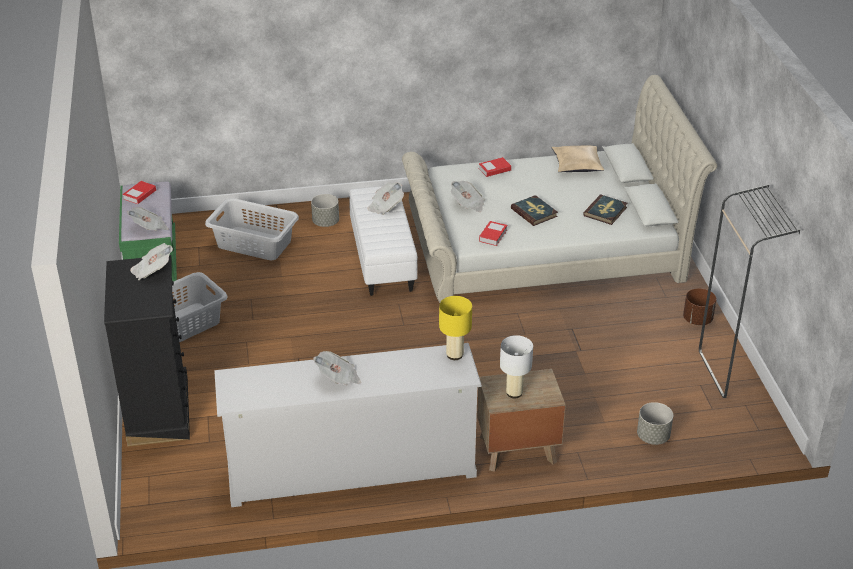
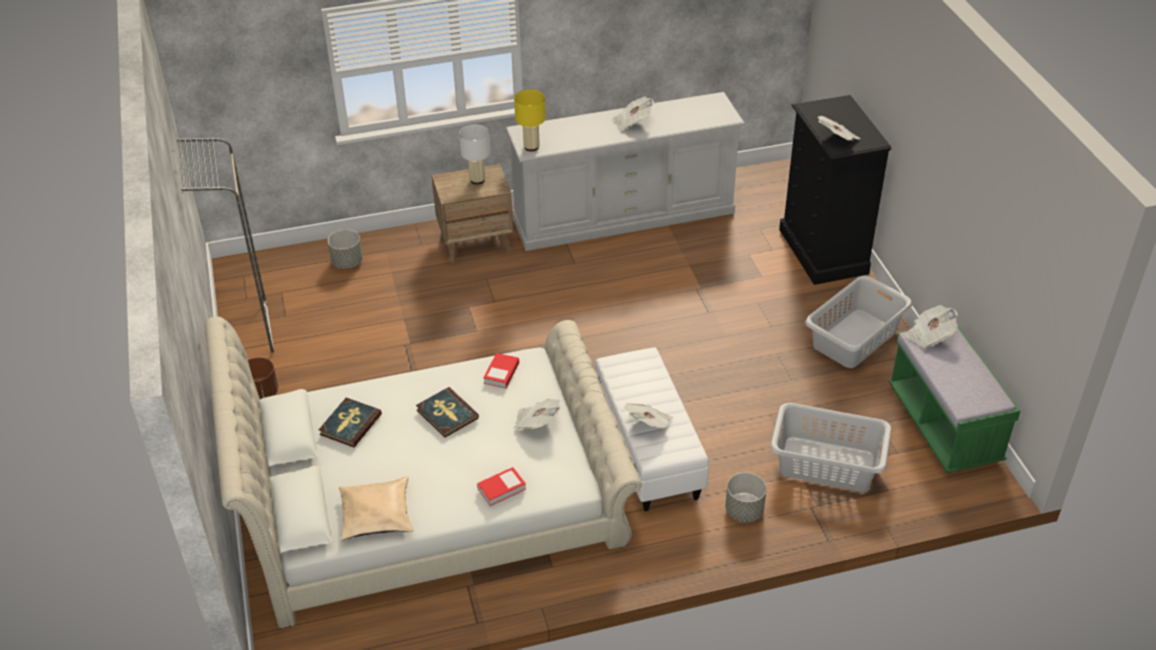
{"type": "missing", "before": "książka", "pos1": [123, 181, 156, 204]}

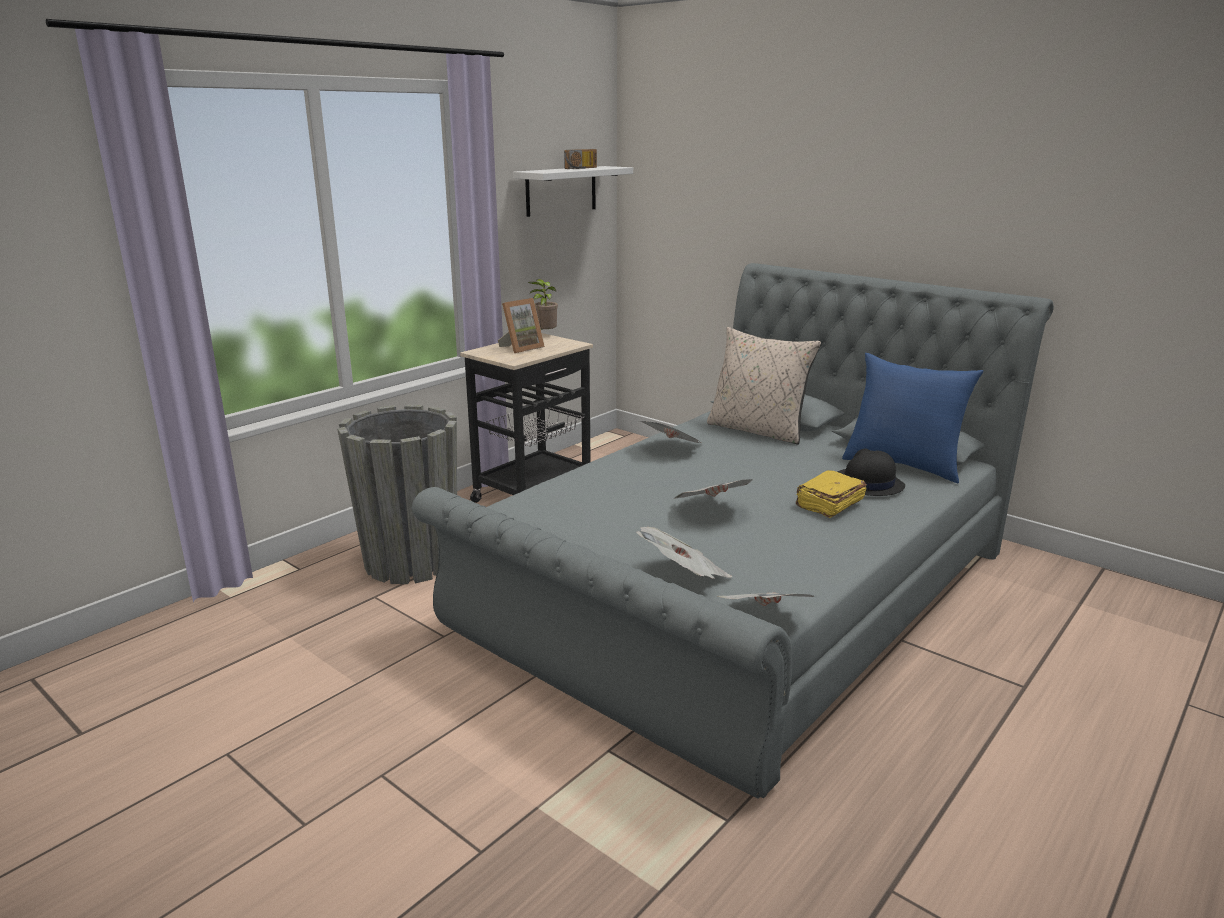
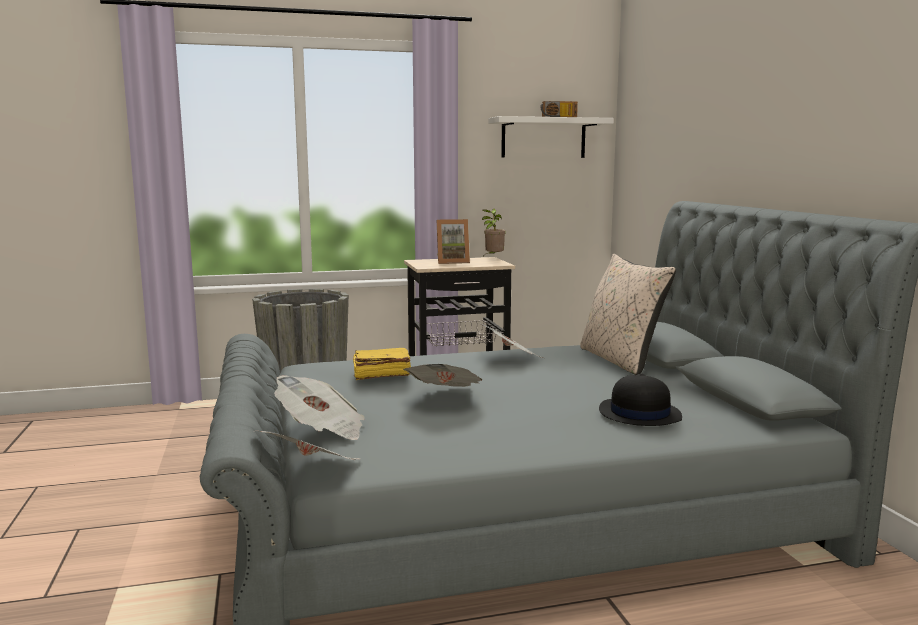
{"type": "relocated", "before": "książka (żółty)", "pos1": [796, 470, 867, 518], "pos2": [353, 348, 411, 380]}
{"type": "missing", "before": "poduszka (niebieski)", "pos1": [842, 353, 984, 483]}

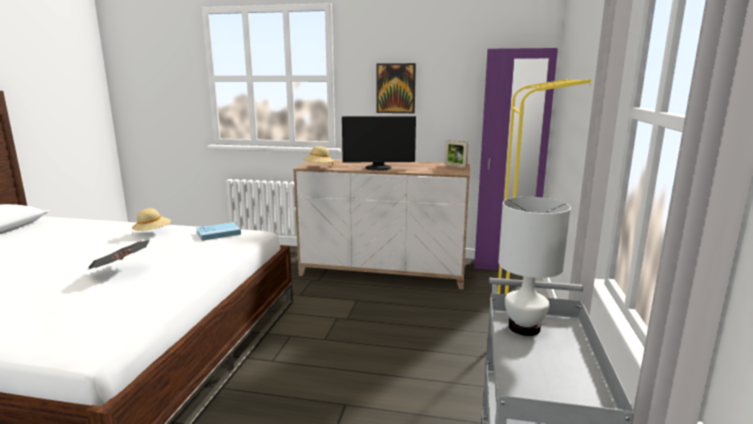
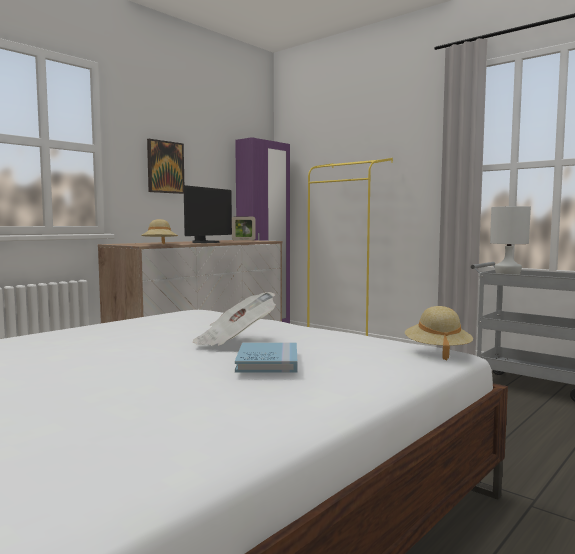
{"type": "relocated", "before": "książka (niebieski)", "pos1": [196, 222, 241, 241], "pos2": [235, 342, 298, 373]}
{"type": "relocated", "before": "kapelusz (beżowy)", "pos1": [132, 208, 171, 233], "pos2": [405, 306, 473, 360]}

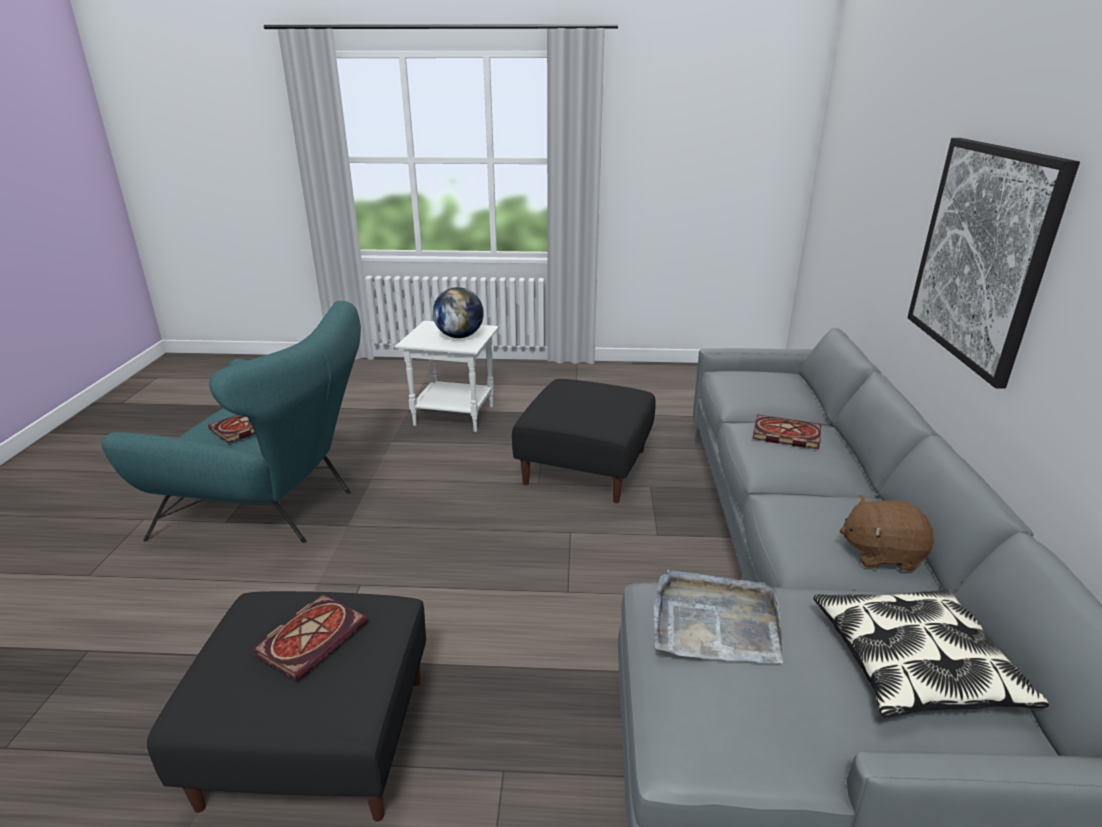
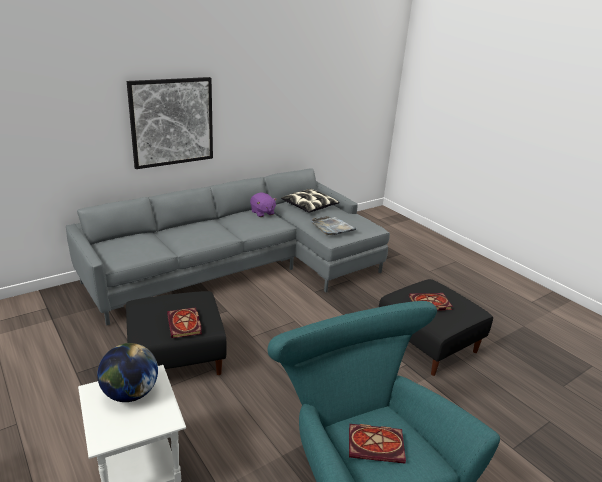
{"type": "relocated", "before": "książka", "pos1": [752, 414, 821, 449], "pos2": [167, 307, 202, 338]}
{"type": "colour", "before": "pluszak (brązowy)", "after": "pluszak (fioletowy)", "pos1": [840, 495, 934, 571], "pos2": [250, 193, 277, 217]}

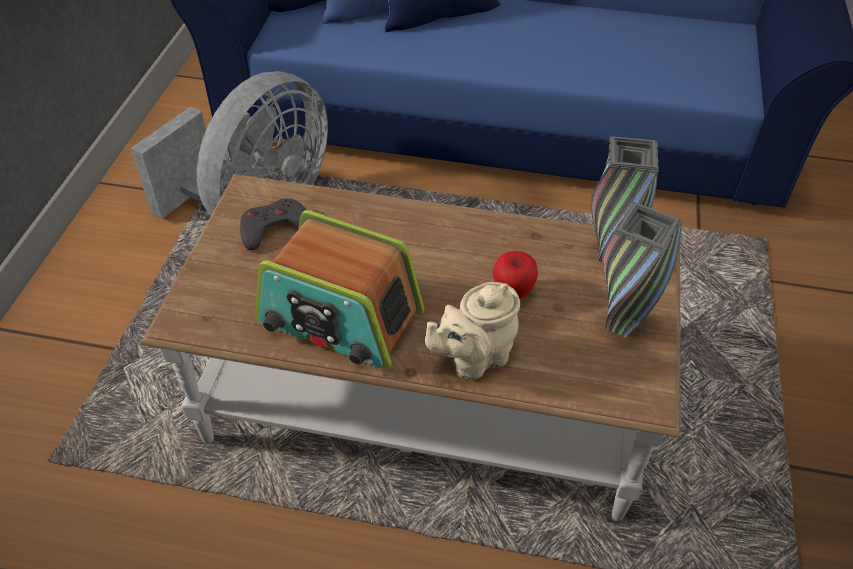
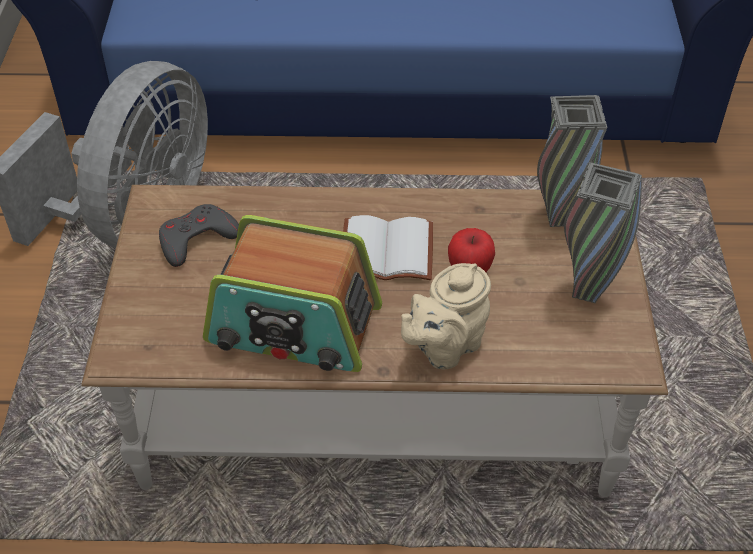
{"type": "appeared", "after": "książka (biały)", "pos2": [343, 215, 433, 280]}

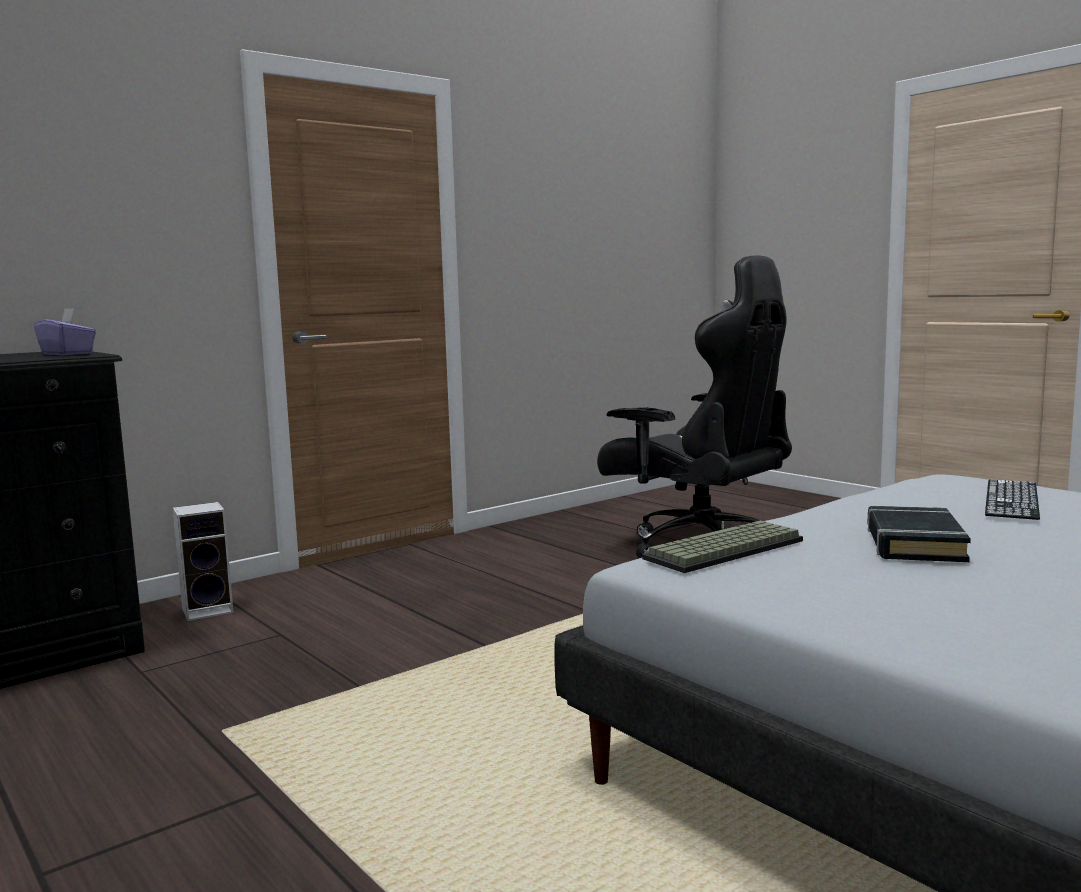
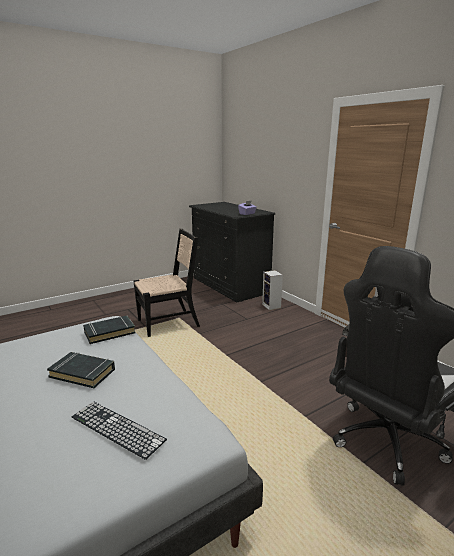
{"type": "exchanged", "before": "klawiatura", "after": "książka (czarny)", "pos1": [642, 521, 803, 573], "pos2": [83, 316, 136, 344]}
{"type": "appeared", "after": "krzesło", "pos2": [134, 229, 200, 337]}

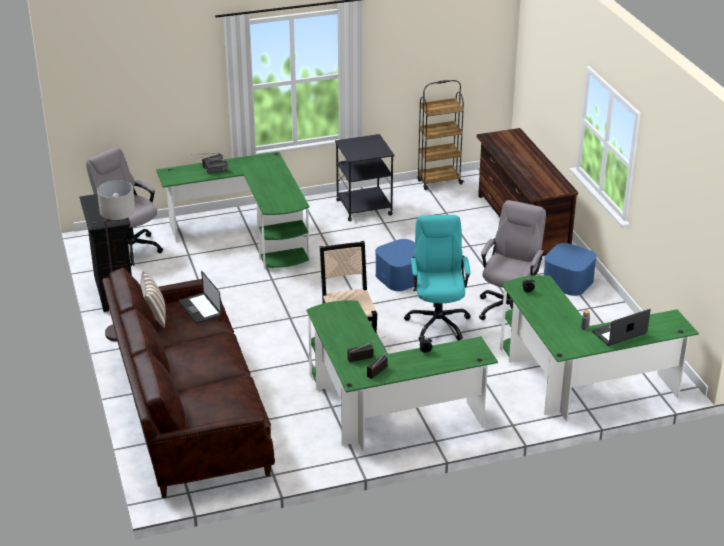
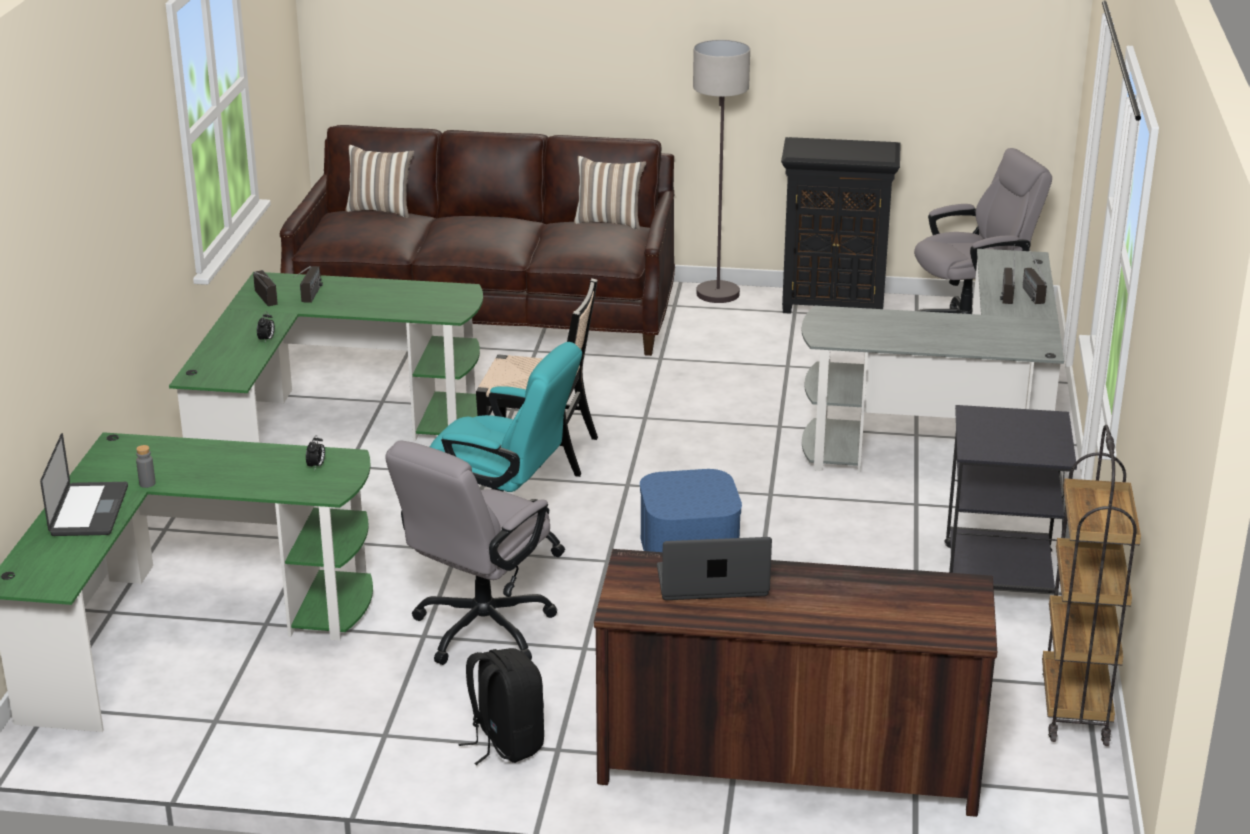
{"type": "appeared", "after": "poduszka", "pos2": [345, 145, 414, 218]}
{"type": "spun", "before": "krzesło biurowe (szary)", "pos1": [479, 200, 546, 320], "pos2": [385, 441, 558, 665], "turn": 75}
{"type": "exchanged", "before": "pojemnik do przechowywania (niebieski)", "after": "plecak (czarny)", "pos1": [544, 243, 597, 296], "pos2": [458, 648, 544, 765]}
{"type": "relocated", "before": "laptop", "pos1": [179, 271, 222, 324], "pos2": [657, 537, 772, 600]}
{"type": "colour", "before": "biurko (zielony)", "after": "biurko (szary)", "pos1": [156, 152, 310, 270], "pos2": [802, 249, 1064, 474]}

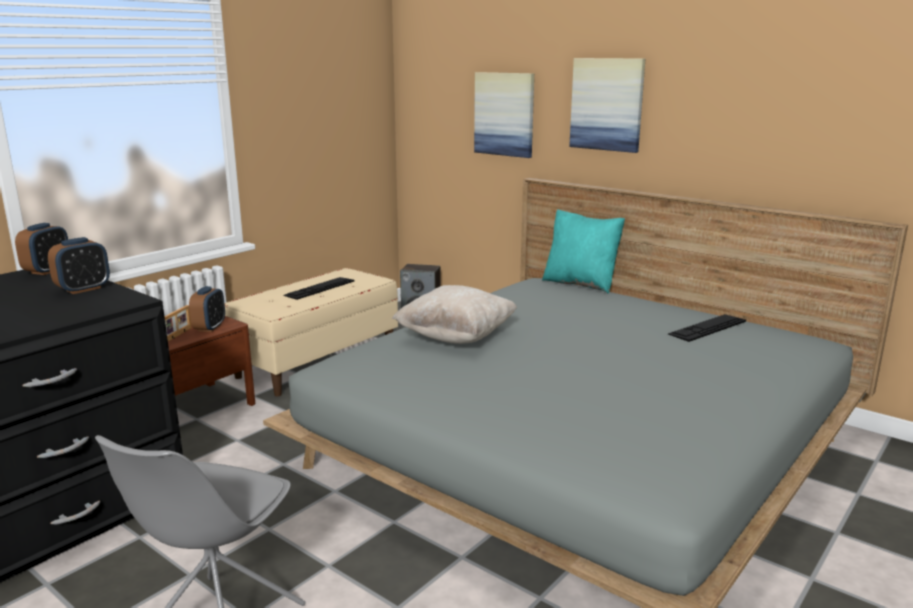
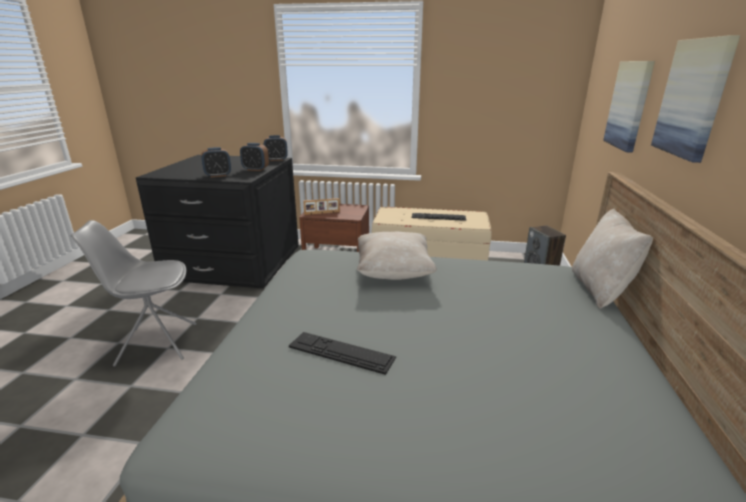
{"type": "relocated", "before": "budzik", "pos1": [189, 286, 225, 332], "pos2": [201, 147, 231, 177]}
{"type": "relocated", "before": "klawiatura", "pos1": [668, 314, 746, 342], "pos2": [289, 332, 396, 375]}
{"type": "colour", "before": "poduszka (turkusowy)", "after": "poduszka (beżowy)", "pos1": [542, 209, 625, 294], "pos2": [572, 209, 653, 309]}

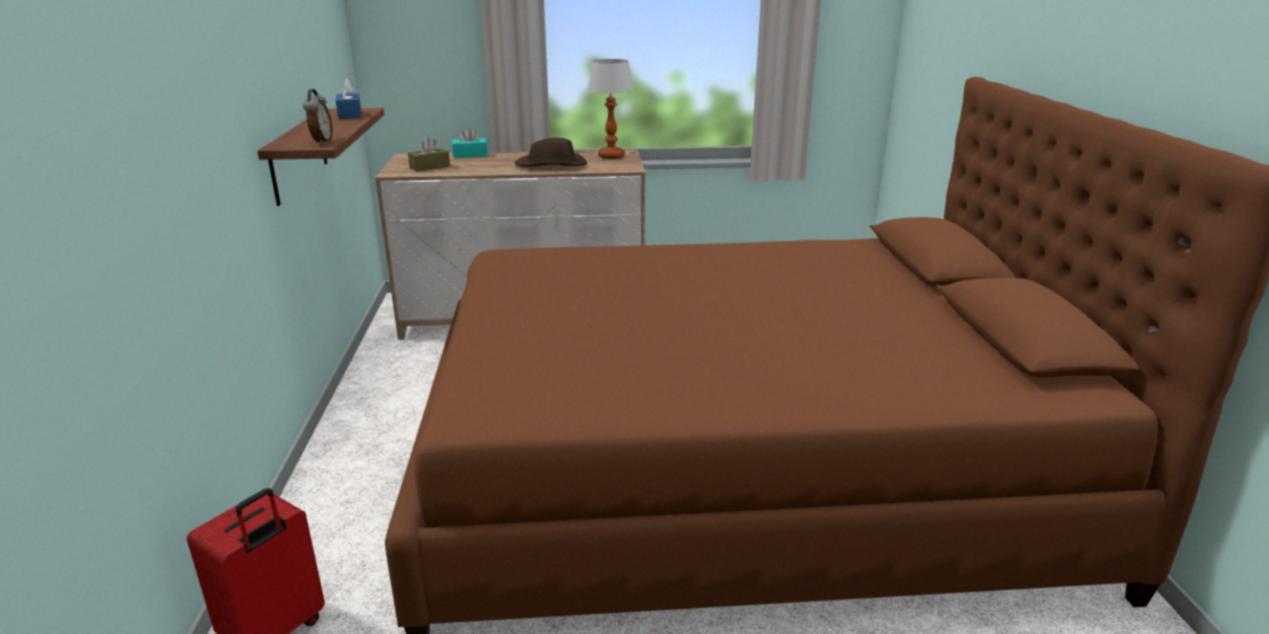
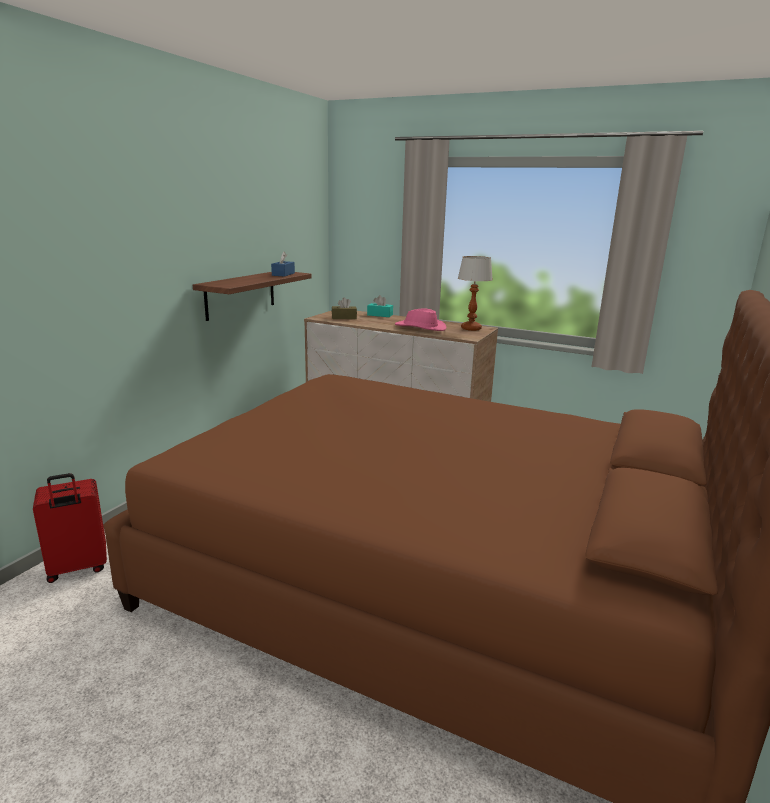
{"type": "colour", "before": "kapelusz (brązowy)", "after": "kapelusz (różowy)", "pos1": [515, 138, 587, 167], "pos2": [395, 309, 446, 331]}
{"type": "missing", "before": "budzik", "pos1": [303, 89, 333, 144]}

